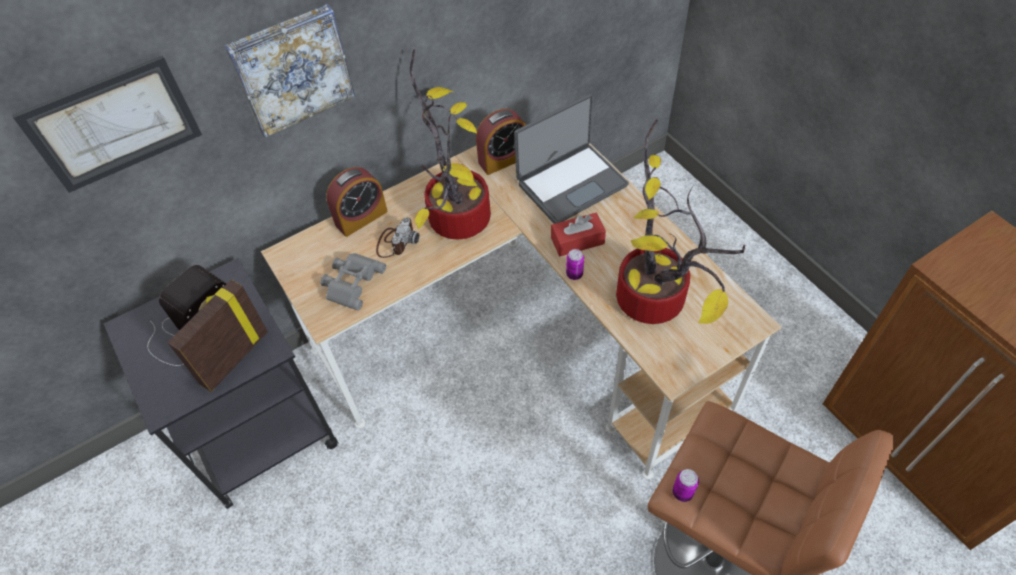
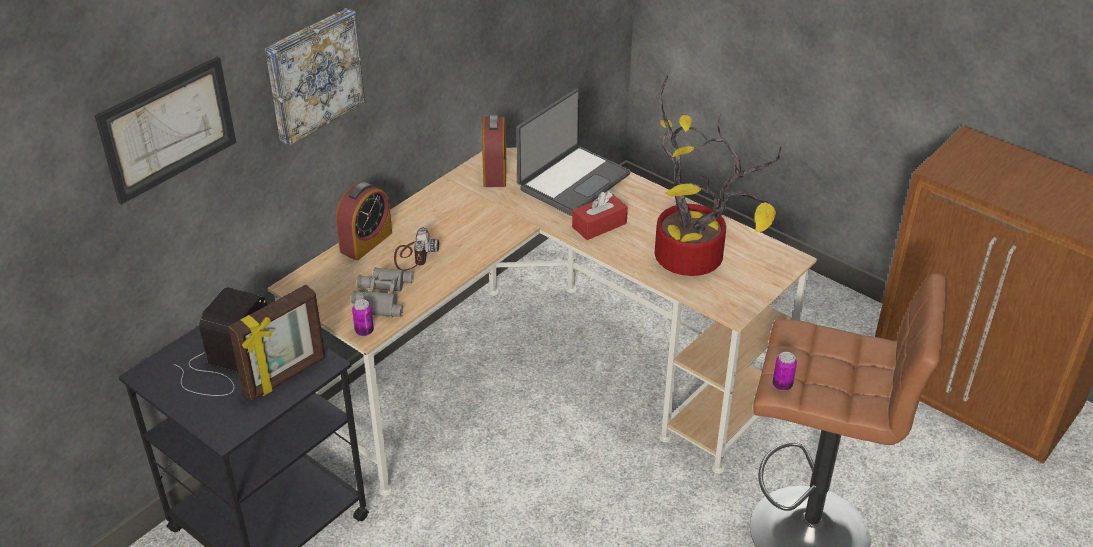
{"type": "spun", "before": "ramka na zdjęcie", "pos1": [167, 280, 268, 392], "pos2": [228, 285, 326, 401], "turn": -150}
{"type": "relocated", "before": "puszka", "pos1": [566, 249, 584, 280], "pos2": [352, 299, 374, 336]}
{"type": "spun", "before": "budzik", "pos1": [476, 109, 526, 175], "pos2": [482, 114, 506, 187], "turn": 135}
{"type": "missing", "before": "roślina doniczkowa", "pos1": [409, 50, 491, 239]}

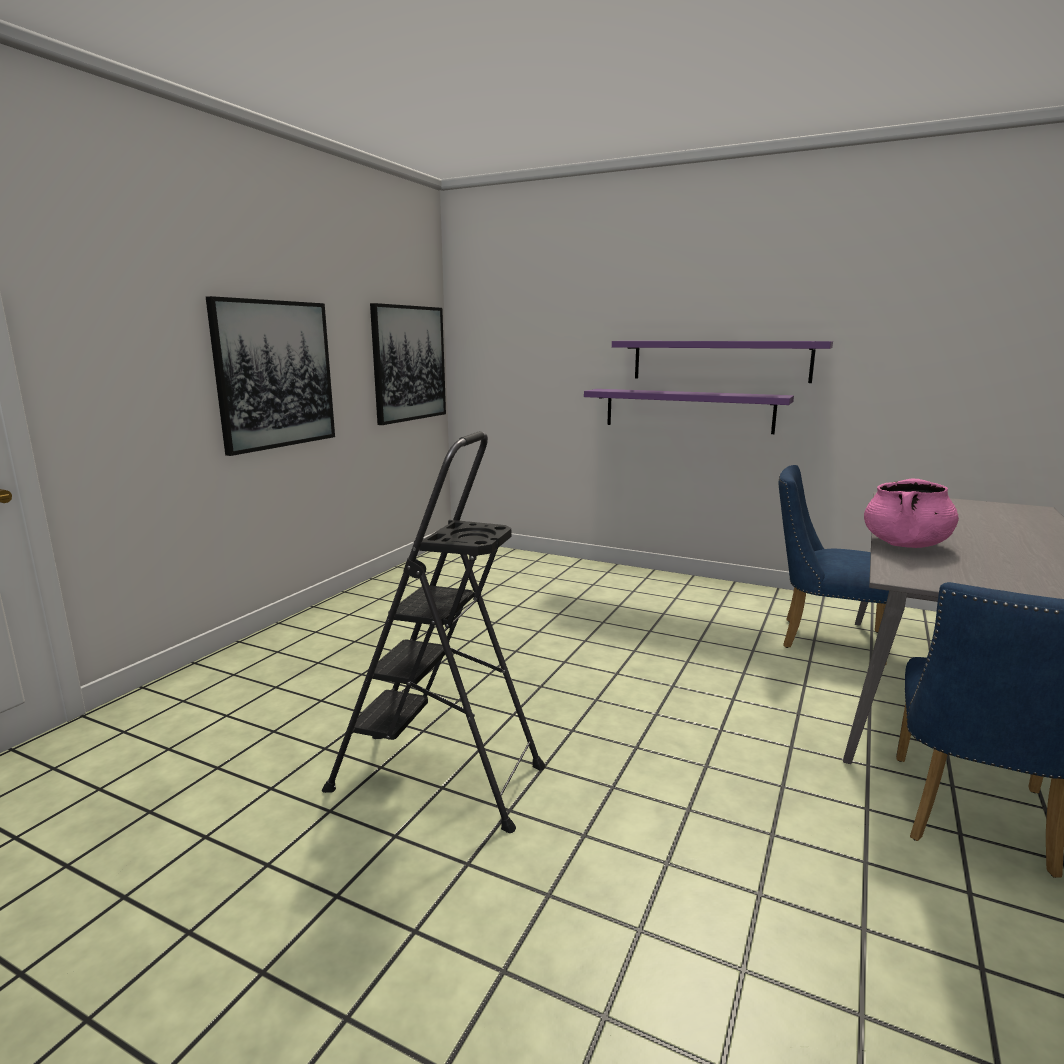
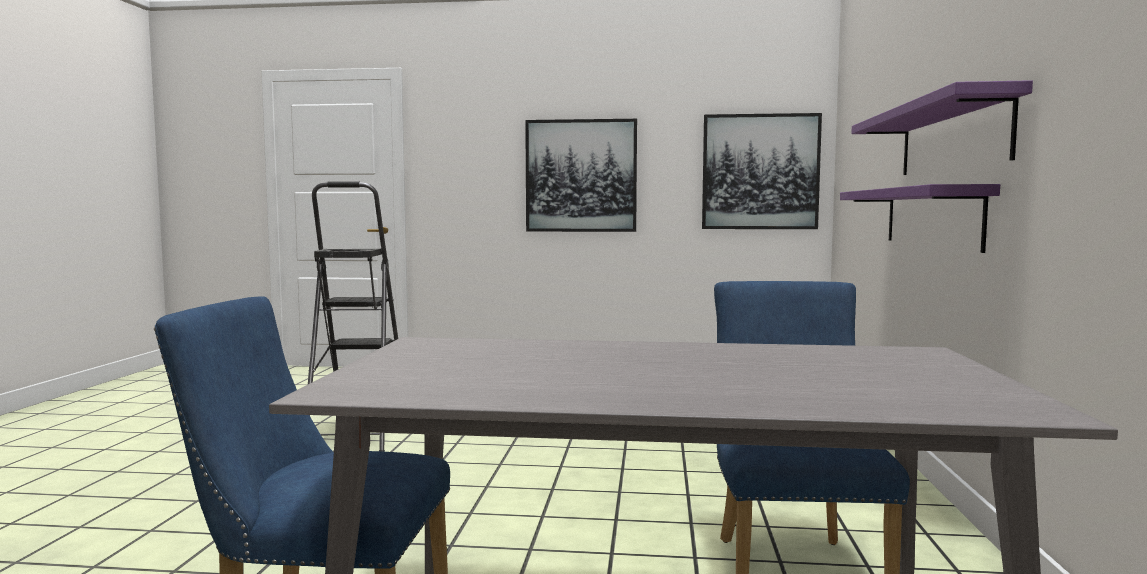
{"type": "missing", "before": "garnek (różowy)", "pos1": [864, 479, 959, 548]}

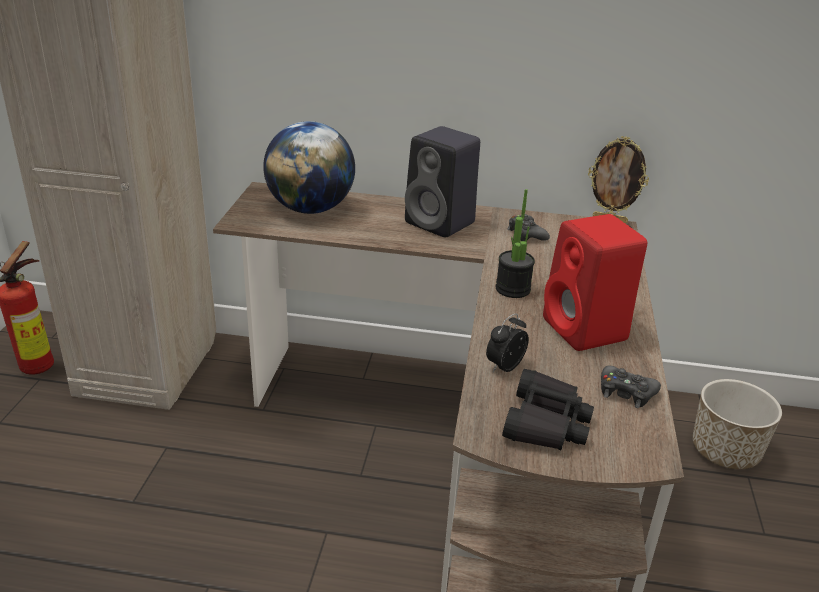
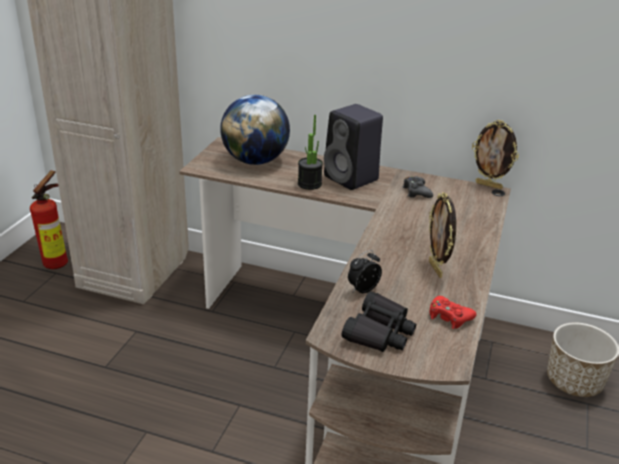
{"type": "relocated", "before": "roślina doniczkowa", "pos1": [496, 189, 535, 298], "pos2": [298, 115, 323, 190]}
{"type": "exchanged", "before": "głośnik (czerwony)", "after": "ramka na zdjęcie", "pos1": [543, 214, 647, 351], "pos2": [429, 192, 456, 278]}
{"type": "colour", "before": "pad do gier (czarny)", "after": "pad do gier (czerwony)", "pos1": [601, 365, 661, 408], "pos2": [429, 296, 476, 329]}

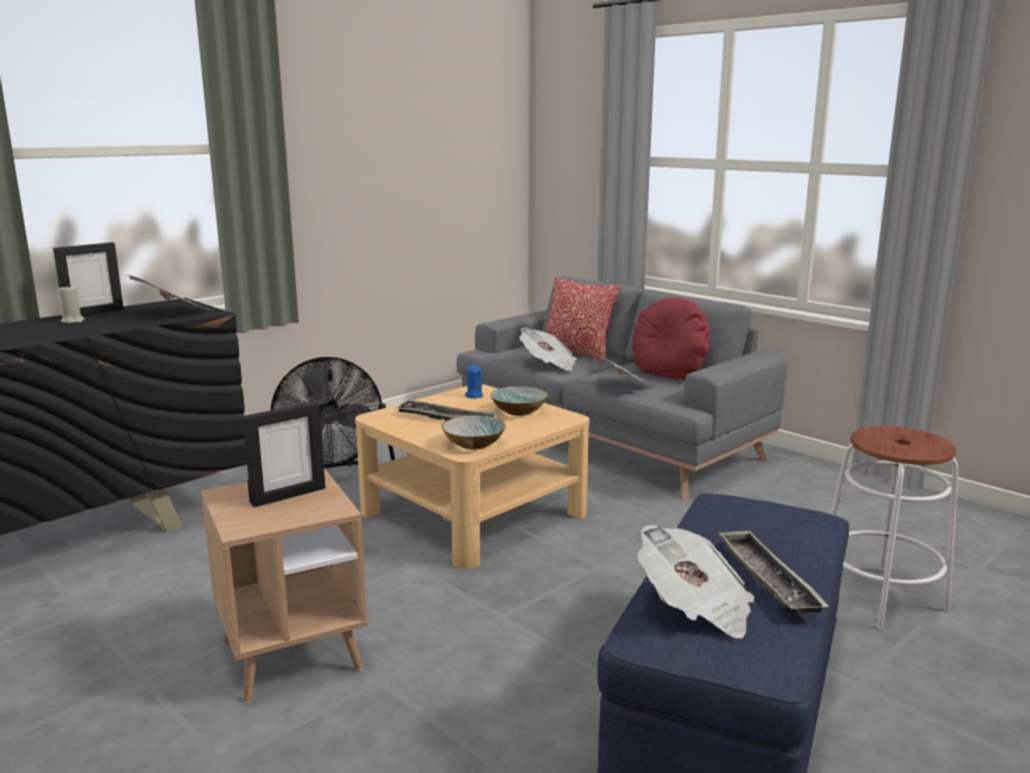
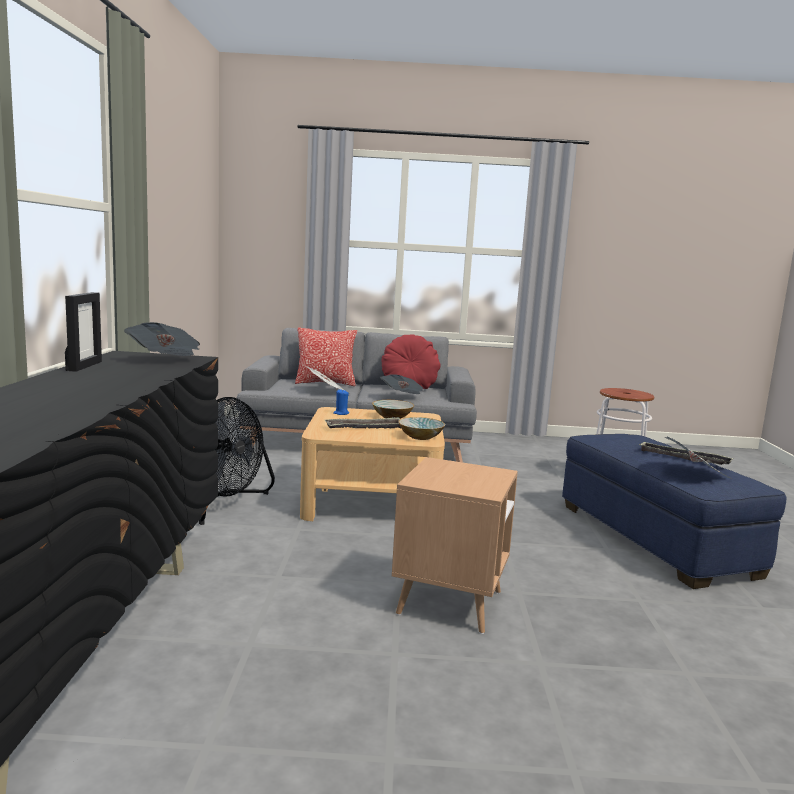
{"type": "missing", "before": "świeca (beżowy)", "pos1": [58, 284, 85, 323]}
{"type": "missing", "before": "ramka na zdjęcie", "pos1": [243, 402, 326, 507]}

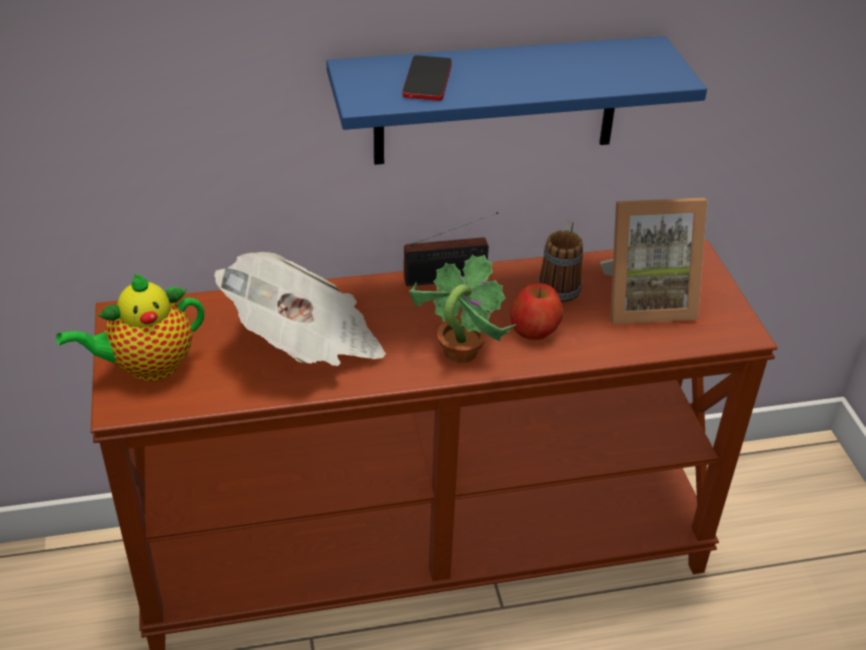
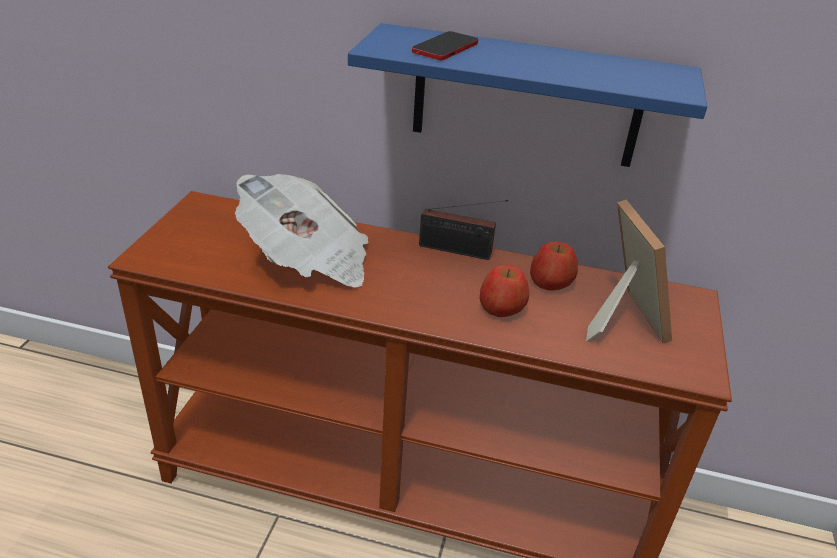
{"type": "exchanged", "before": "kubek", "after": "jabłko", "pos1": [538, 221, 583, 303], "pos2": [530, 241, 578, 291]}
{"type": "spun", "before": "ramka na zdjęcie", "pos1": [600, 198, 707, 324], "pos2": [586, 200, 672, 344], "turn": -120}
{"type": "missing", "before": "imbryk", "pos1": [56, 274, 204, 381]}
{"type": "missing", "before": "roślina doniczkowa", "pos1": [409, 255, 517, 363]}

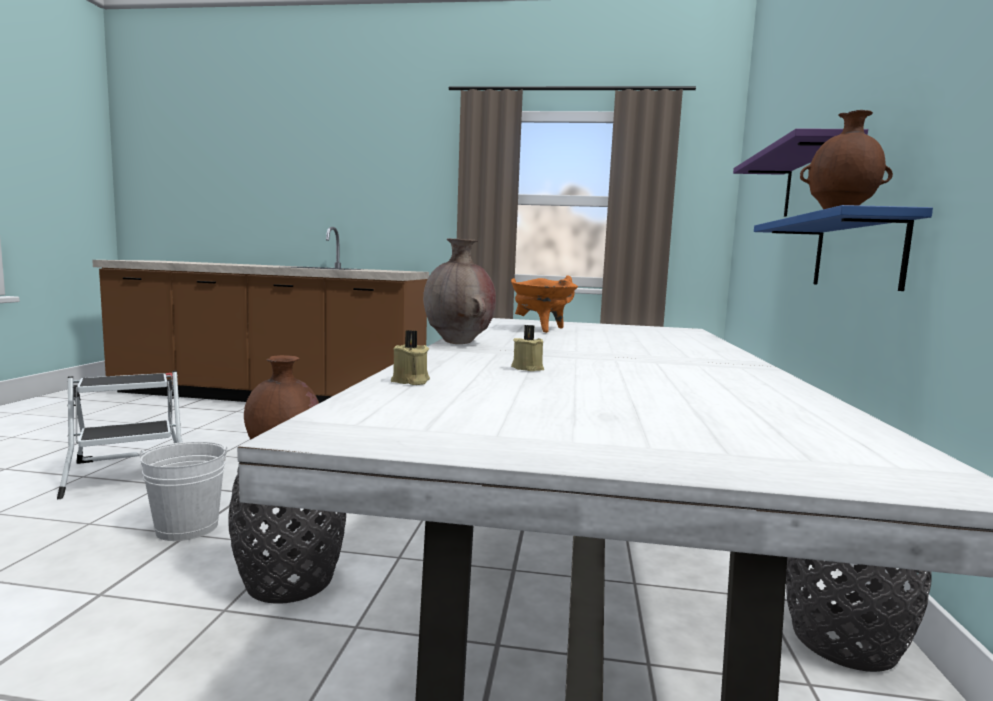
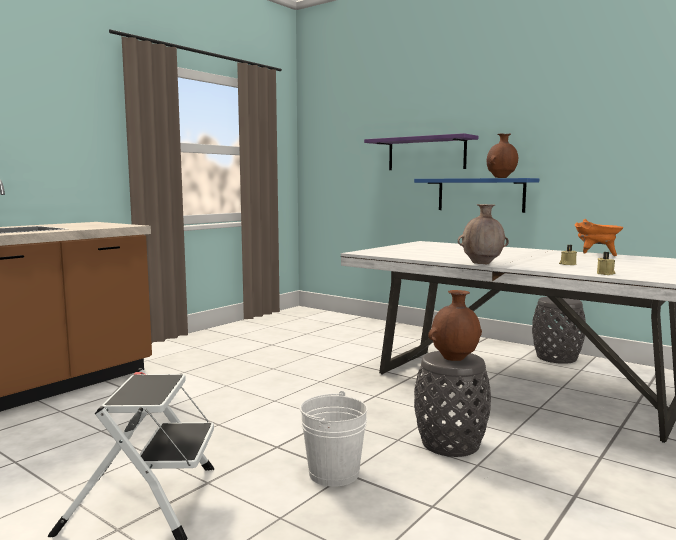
{"type": "relocated", "before": "garnek (pomarańczowy)", "pos1": [511, 276, 578, 333], "pos2": [575, 219, 623, 256]}

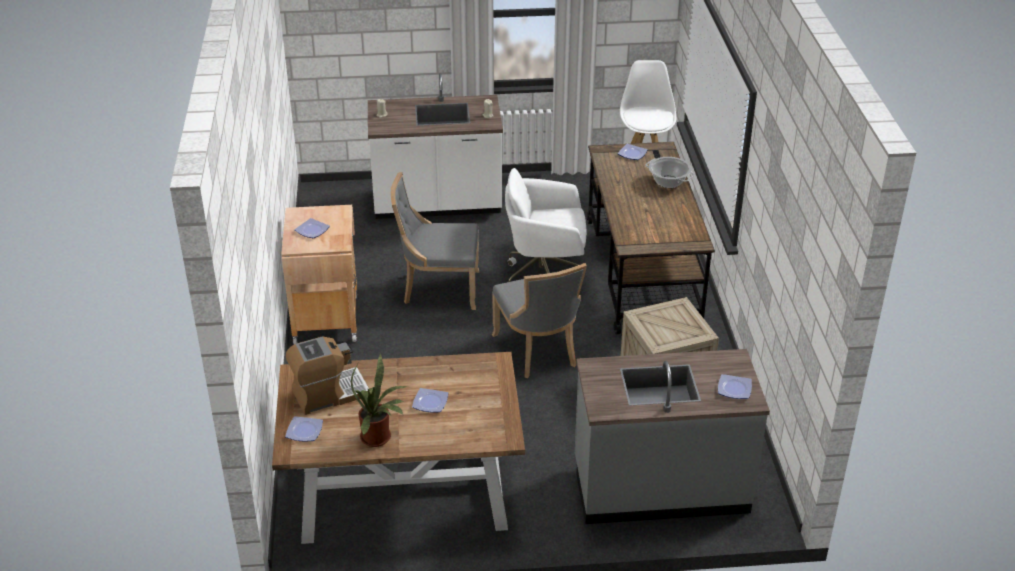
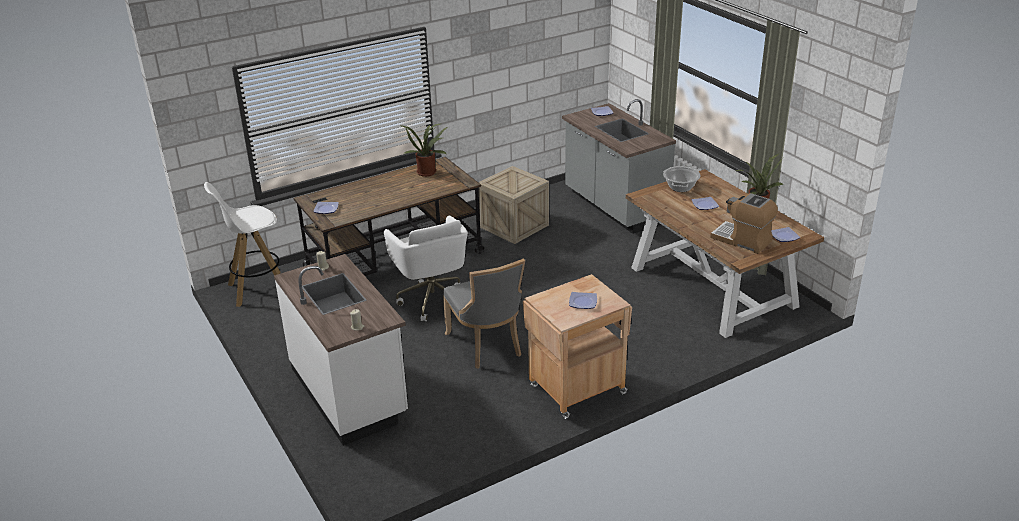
{"type": "appeared", "after": "roślina doniczkowa", "pos2": [399, 124, 448, 177]}
{"type": "relocated", "before": "garnek", "pos1": [645, 157, 695, 188], "pos2": [663, 166, 701, 192]}
{"type": "missing", "before": "krzesło (szary)", "pos1": [492, 263, 587, 378]}

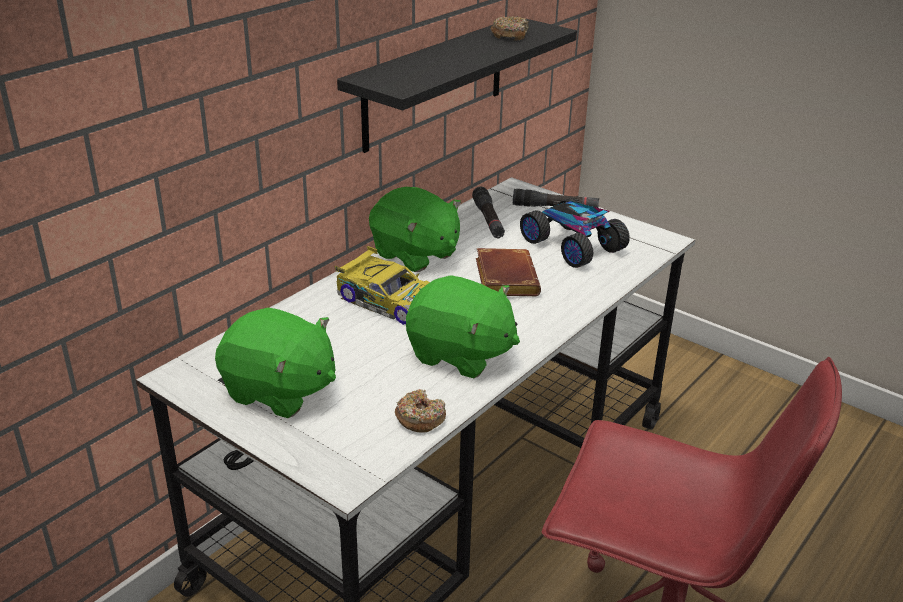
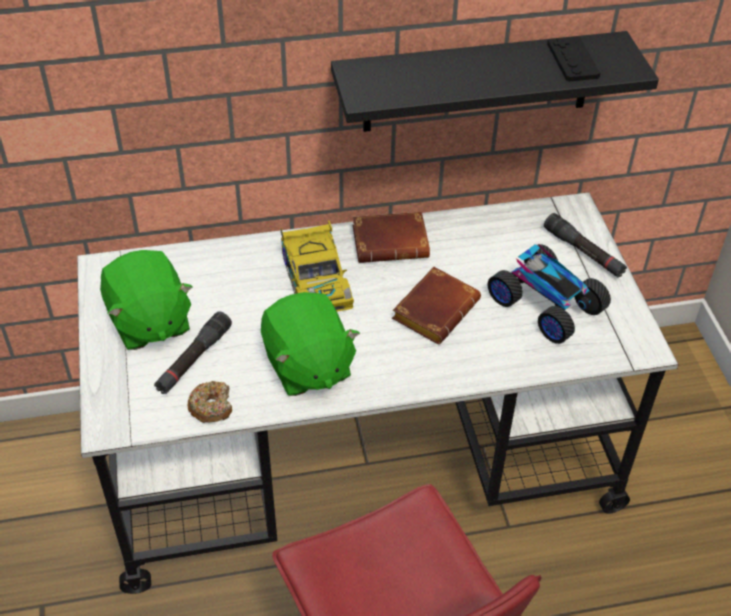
{"type": "relocated", "before": "latarka (czarny)", "pos1": [472, 187, 505, 239], "pos2": [154, 311, 232, 394]}
{"type": "exchanged", "before": "pluszak (zielony)", "after": "książka (brązowy)", "pos1": [369, 187, 461, 272], "pos2": [353, 212, 430, 263]}
{"type": "spun", "before": "samochodzik", "pos1": [520, 197, 630, 268], "pos2": [487, 244, 611, 344], "turn": 135}
{"type": "exchanged", "before": "donut", "after": "pad do gier (czarny)", "pos1": [490, 16, 529, 40], "pos2": [547, 36, 600, 82]}

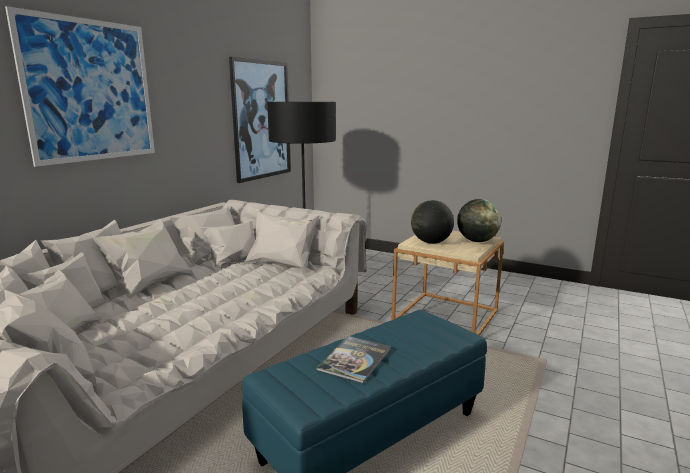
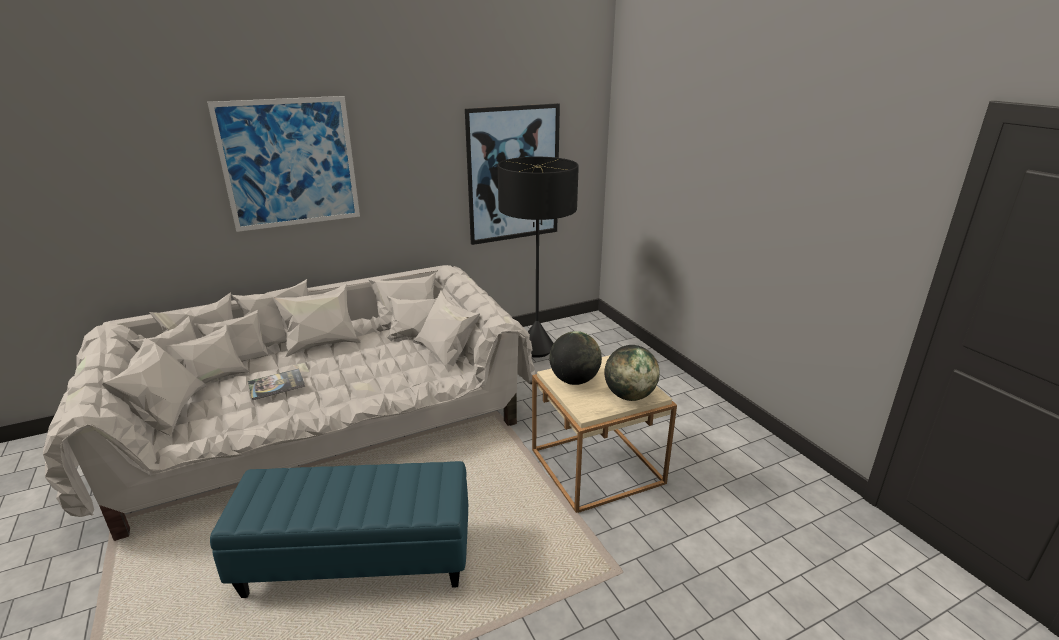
{"type": "relocated", "before": "książka", "pos1": [317, 336, 390, 384], "pos2": [248, 368, 305, 400]}

